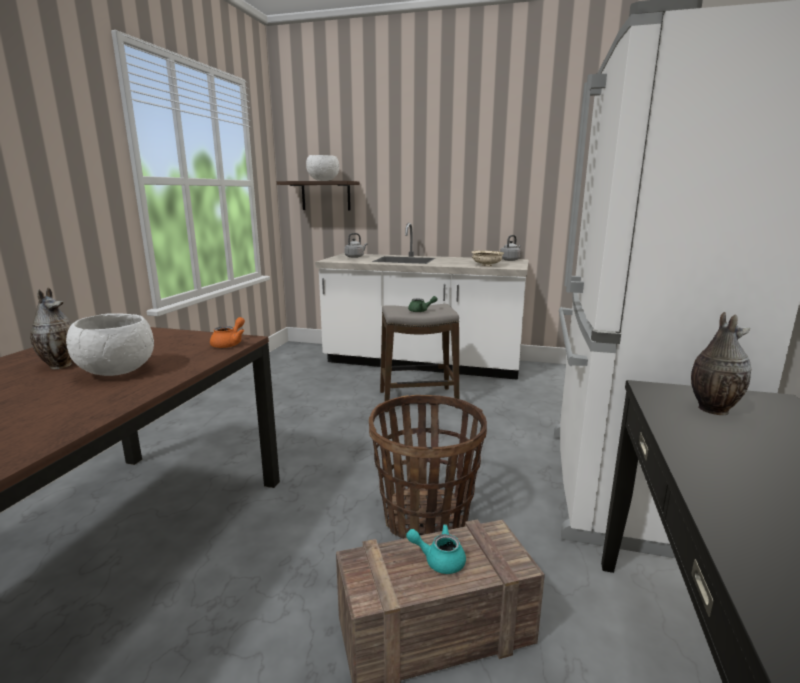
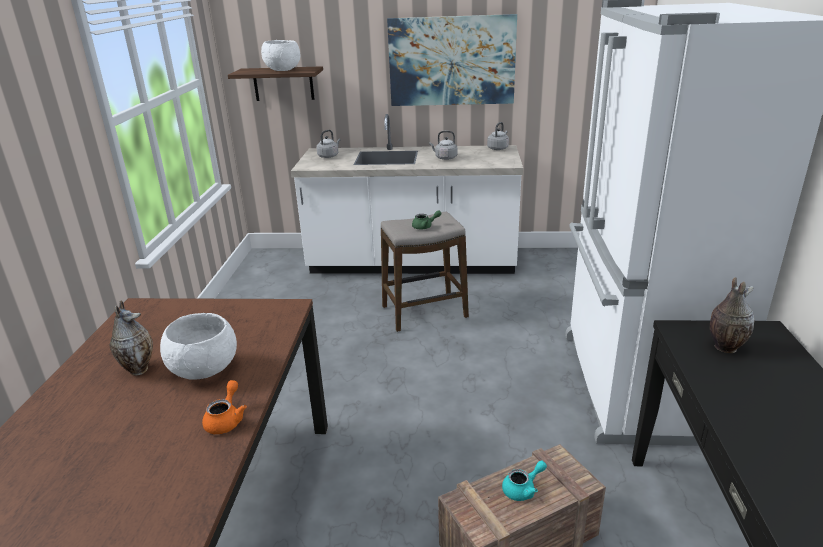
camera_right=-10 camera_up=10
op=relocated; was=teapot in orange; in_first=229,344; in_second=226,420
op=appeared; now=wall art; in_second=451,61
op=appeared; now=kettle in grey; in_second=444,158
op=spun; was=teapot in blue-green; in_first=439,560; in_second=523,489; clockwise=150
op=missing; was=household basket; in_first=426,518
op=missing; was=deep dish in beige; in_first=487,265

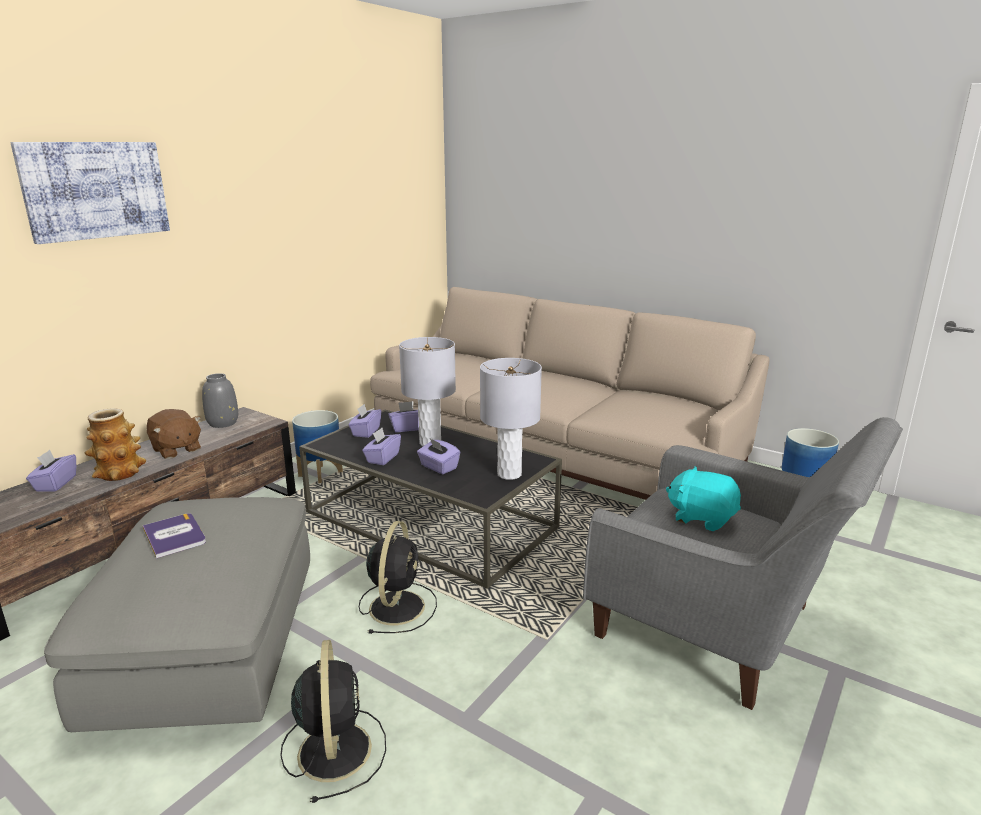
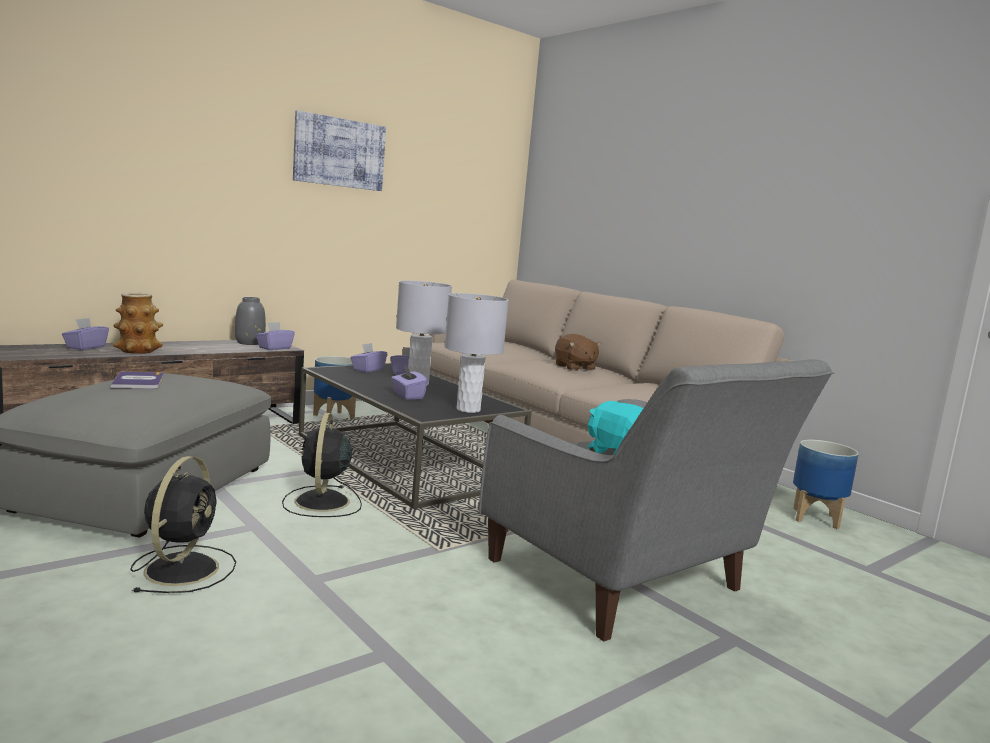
camera_right=15 camera_up=-10
op=relocated; was=tissue holder in purple; in_first=382,458; in_second=274,348
op=spun; was=cooling fan in black; in_first=397,606; in_second=321,502; clockwise=150
op=relocated; was=wall art; in_first=96,190; in_second=339,152
op=relocated; was=soft toy in brown-coloured; in_first=176,450; in_second=574,367

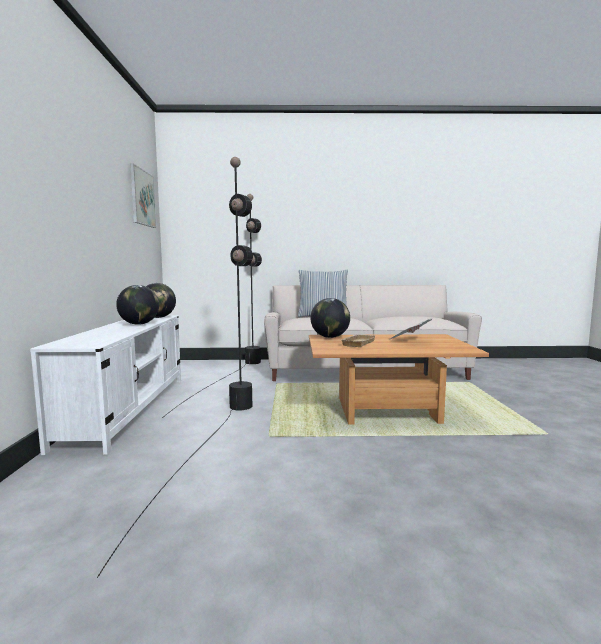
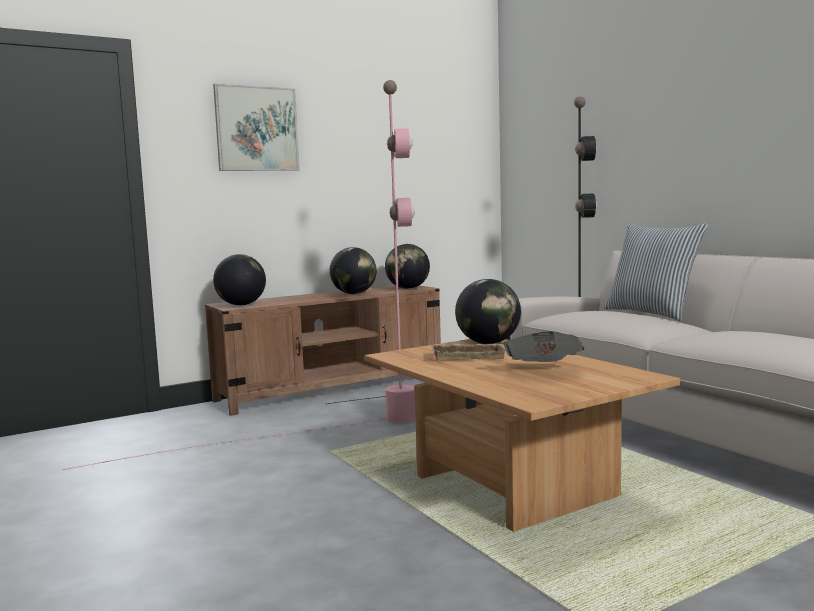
camera_right=60 camera_up=0
op=colour; was=standard lamp in black; now=standard lamp in pink; in_first=217,432; in_second=317,430
op=colour; was=tv unit in white-coloured; now=tv unit in brown-coloured; in_first=128,408; in_second=333,388
op=relocated; was=wall art; in_first=142,198; in_second=257,129
op=appeared; now=world globe; in_second=241,305

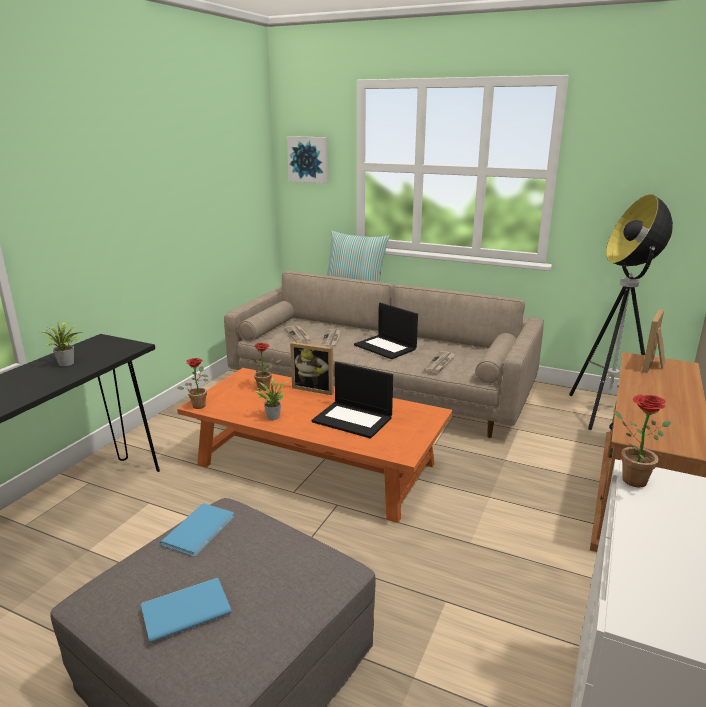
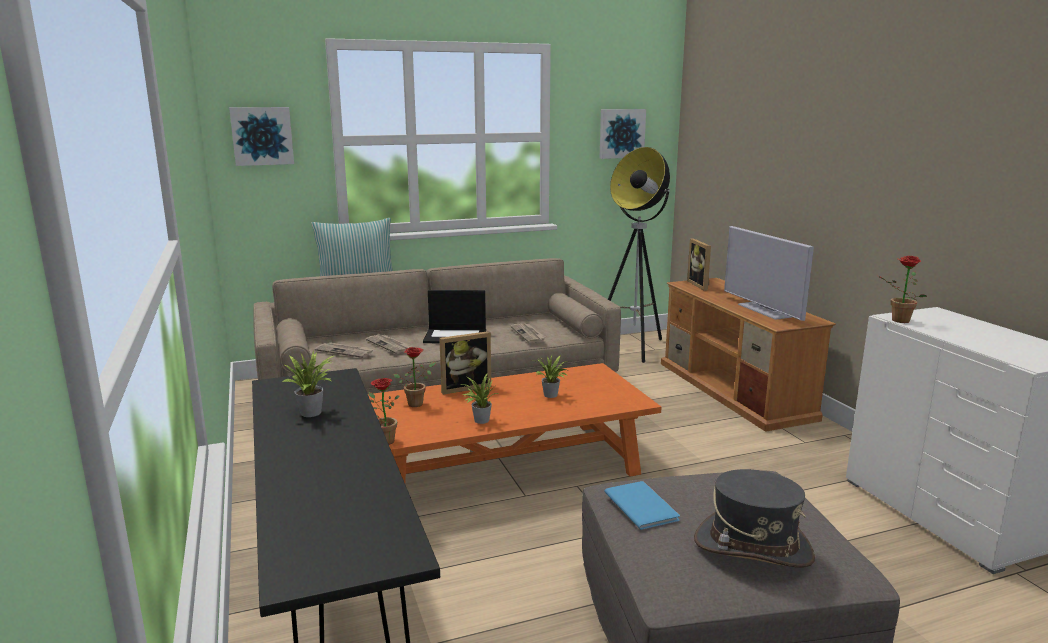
camera_right=-45 camera_up=-5
op=exchanged; was=portable computer; now=plant in a pot; in_first=353,419; in_second=551,396
op=appeared; now=wall art; in_second=621,133
op=exchanged; was=bound book in blue; now=hat in grey; in_first=183,610; in_second=752,547
op=appeared; now=television; in_second=764,310

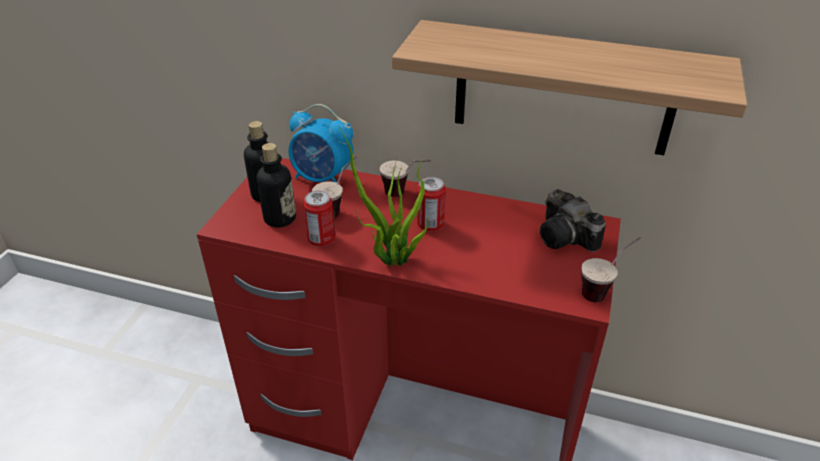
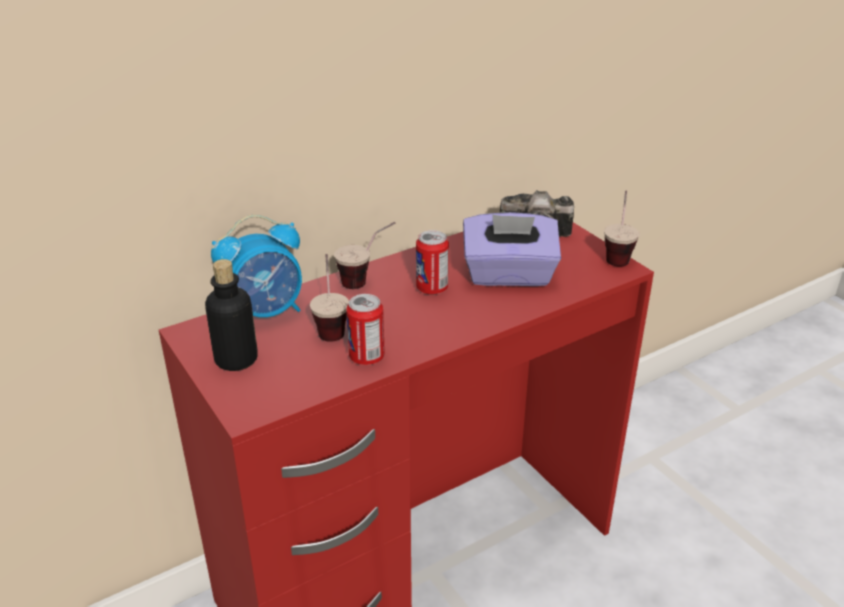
camera_right=-50 camera_up=-5
op=appeared; now=tissue holder in purple; in_second=509,275
op=missing; was=beverage bottle; in_first=280,218
op=missing; was=plant in a pot; in_first=391,260
op=missing; was=shelf; in_first=563,89

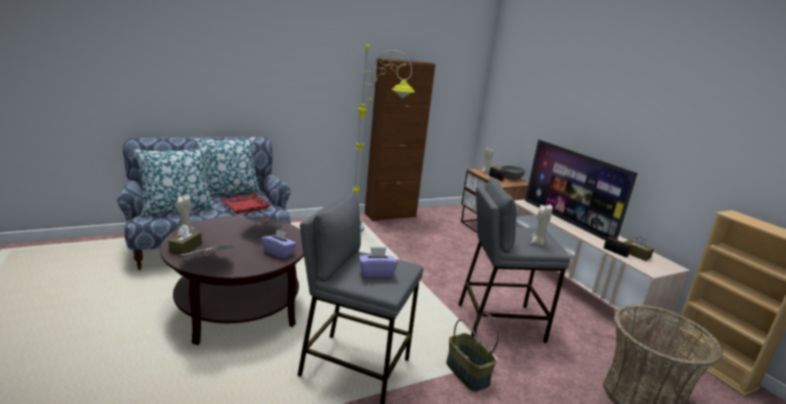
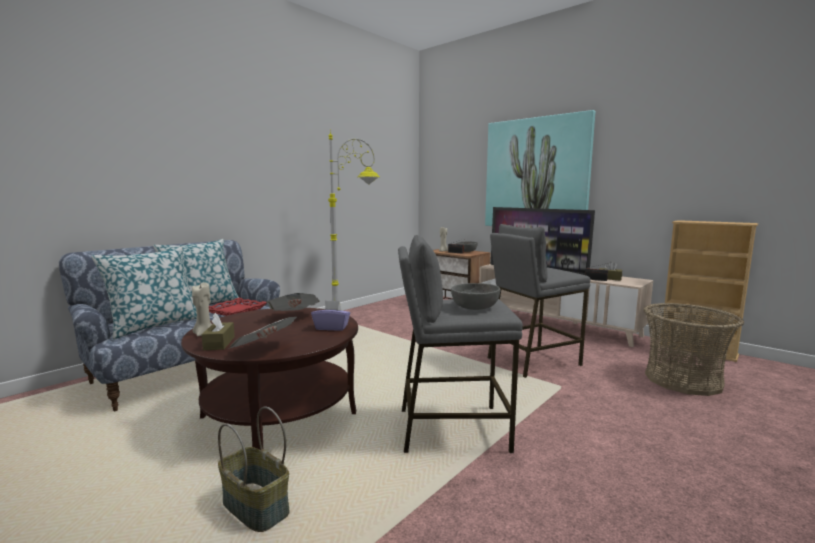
camera_right=-20 camera_up=-10
op=relocated; was=household basket; in_first=466,373; in_second=254,507
op=exchanged; was=tissue holder in purple; now=deep dish in grey; in_first=376,274; in_second=474,306
op=appeared; now=wall art; in_second=536,174
op=missing; was=storage cabinet in brown-coloured; in_first=390,215
op=missing; was=wax light in beige; in_first=537,243

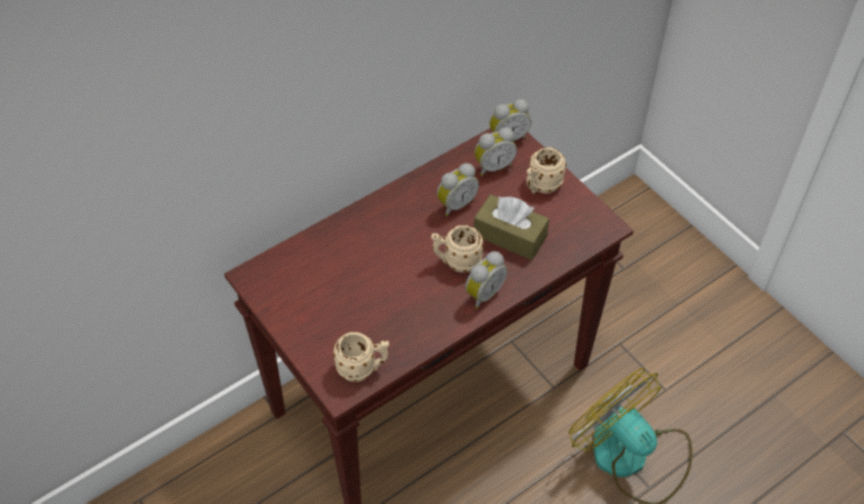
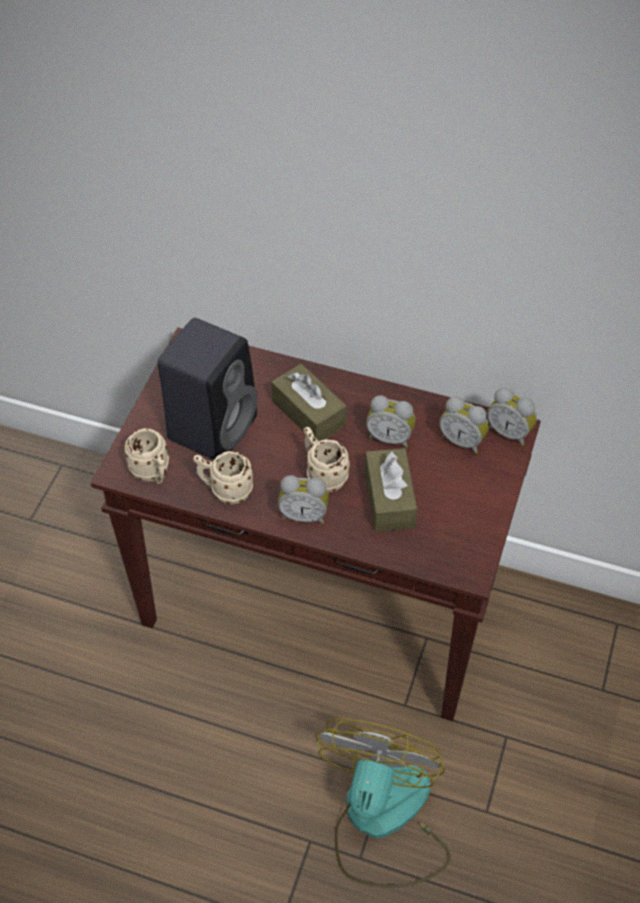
camera_right=55 camera_up=0
op=appeared; now=speaker in black; in_second=213,426
op=relocated; was=coffee mug in beige; in_first=541,187; in_second=225,491
op=appeared; now=tissue holder in brown-coloured; in_second=308,413

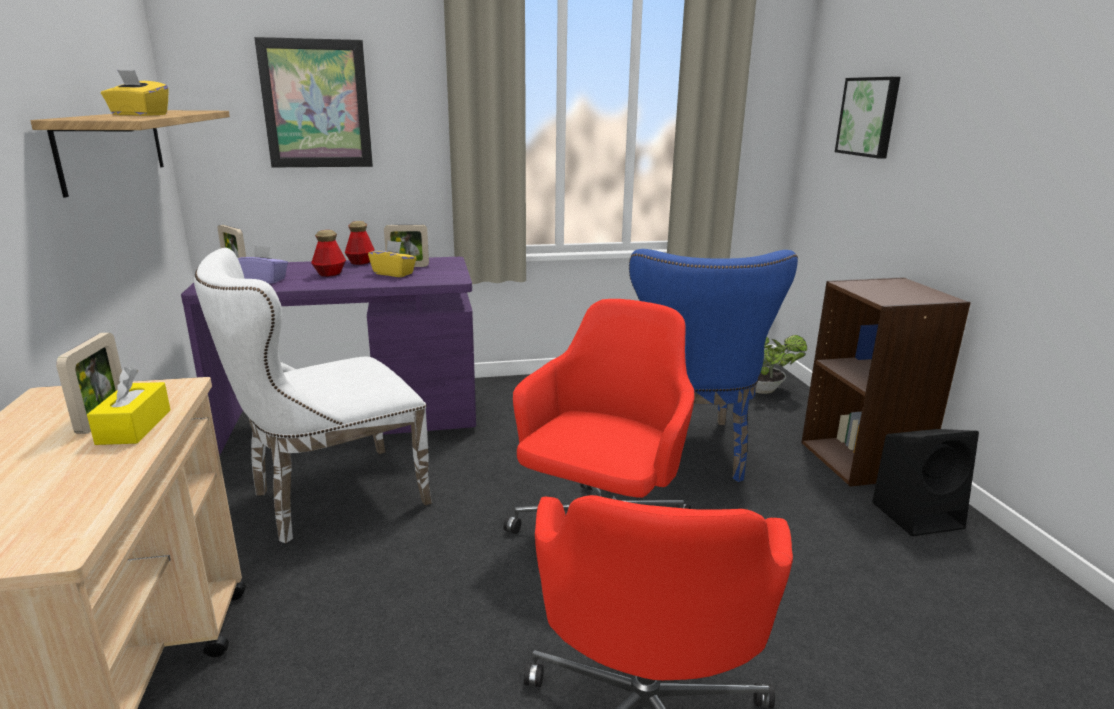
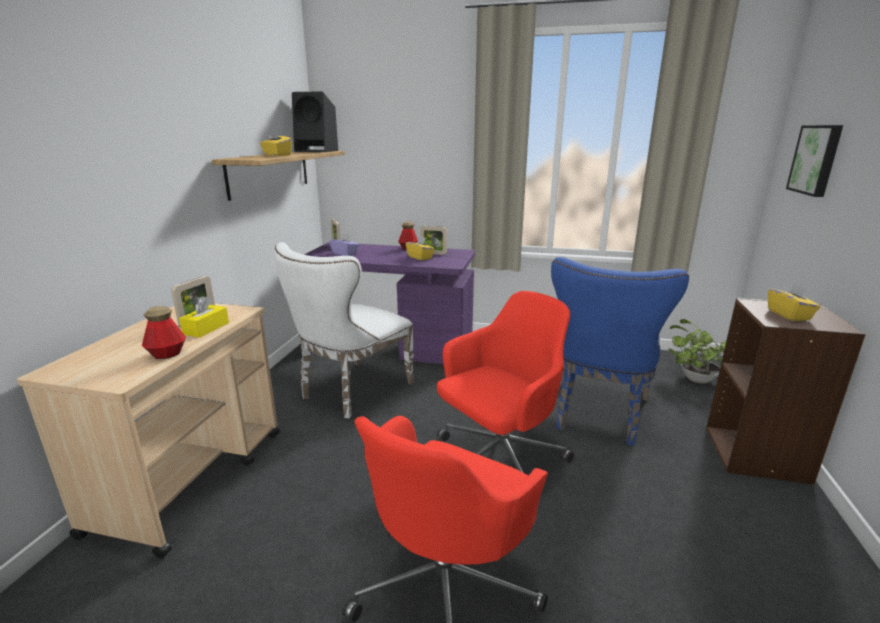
camera_right=25 camera_up=0
op=relocated; was=beverage bottle; in_first=330,274; in_second=167,354
op=spun; was=chair in white-coloured; in_first=328,498; in_second=351,392; clockwise=-45
op=relocated; was=speaker in black; in_first=918,514; in_second=318,151
op=appeared; now=tissue holder in yellowish; in_second=789,315
op=missing; was=wall art; in_first=316,104

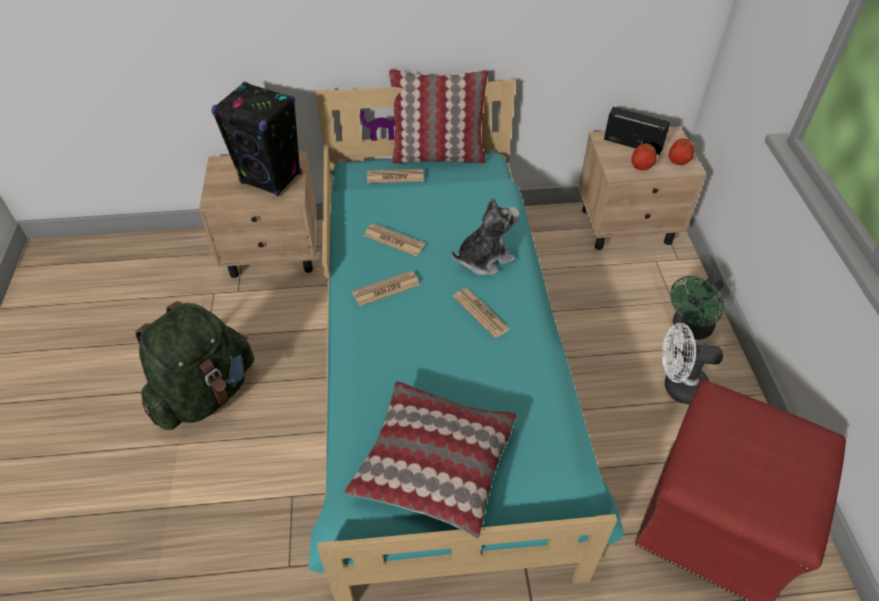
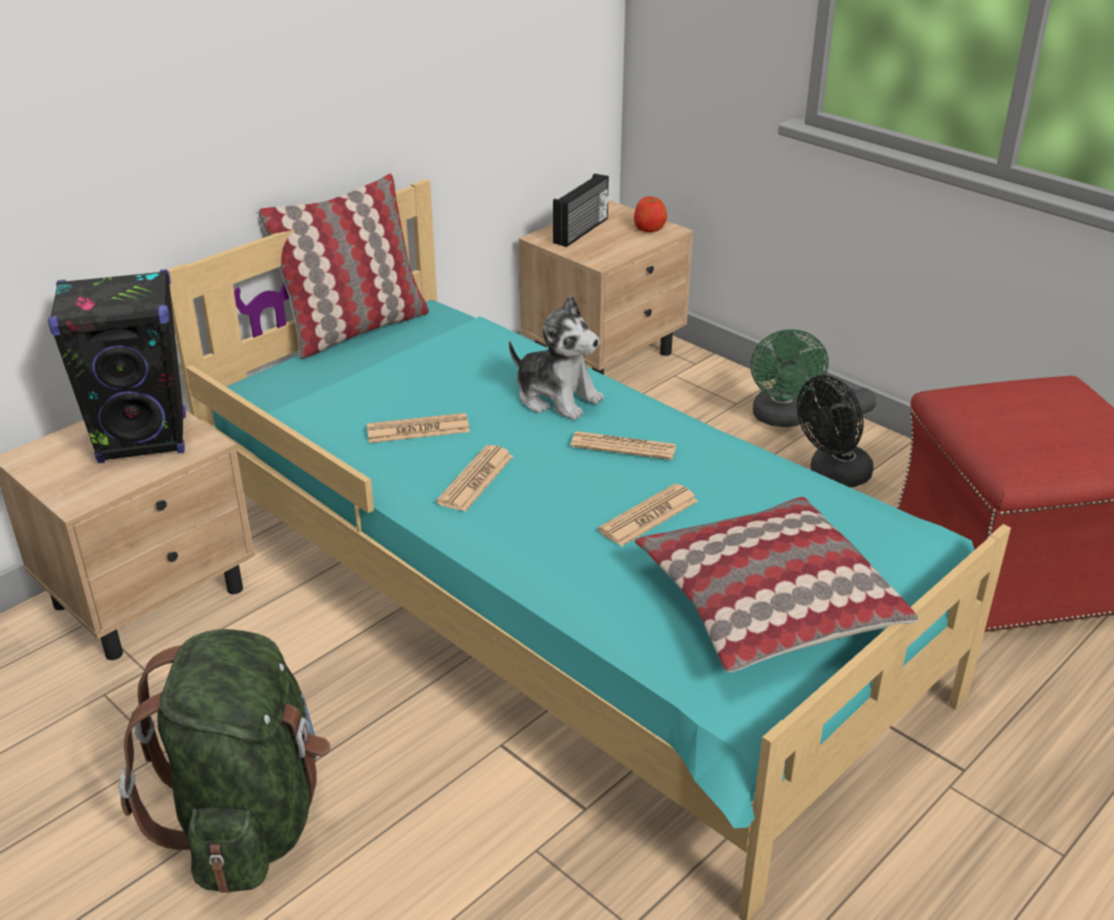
camera_right=-40 camera_up=-15
op=spun; was=soft toy; in_first=484,259; in_second=557,398; clockwise=105
op=spun; was=radio set; in_first=633,143; in_second=582,231; clockwise=135
op=relocated; was=printed paper; in_first=395,177; in_second=648,516
op=colour; was=cooling fan in white-coloured; now=cooling fan in black; in_first=677,387; in_second=833,475
op=missing; was=apple fruit; in_first=641,165

